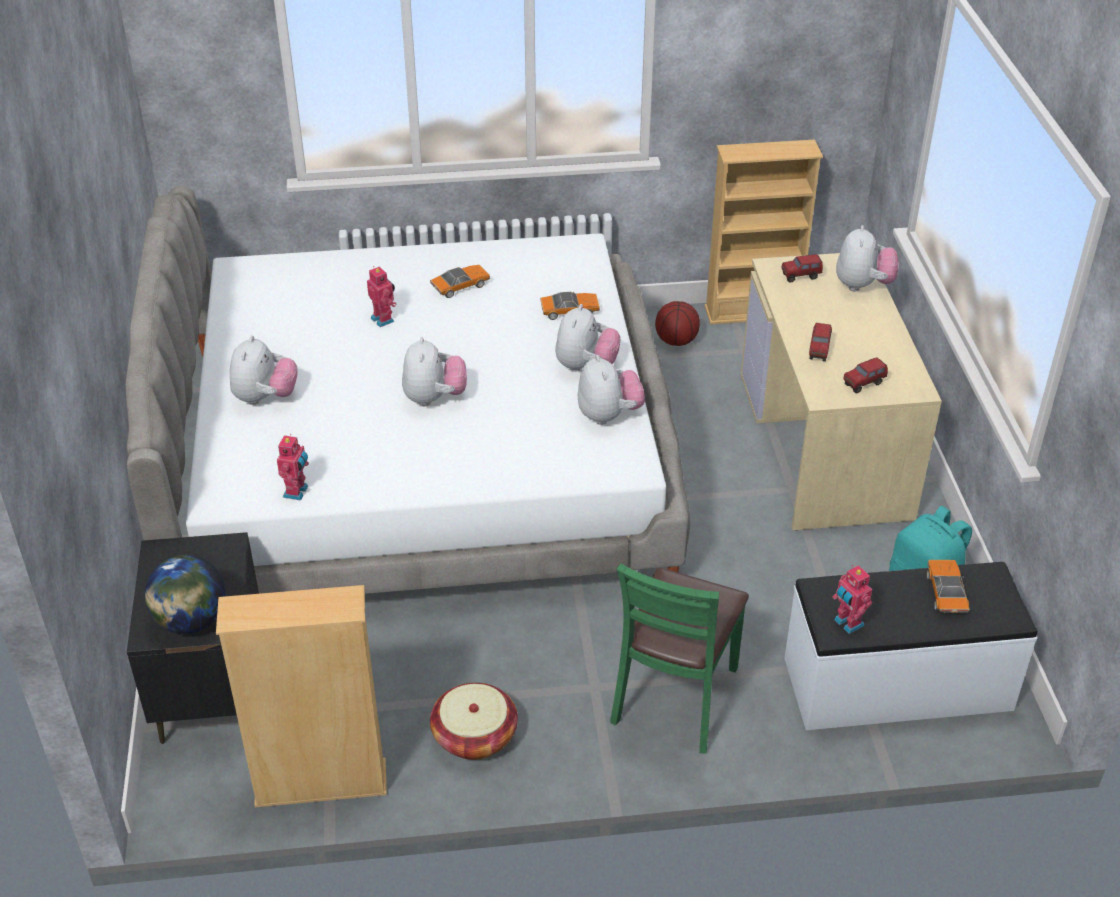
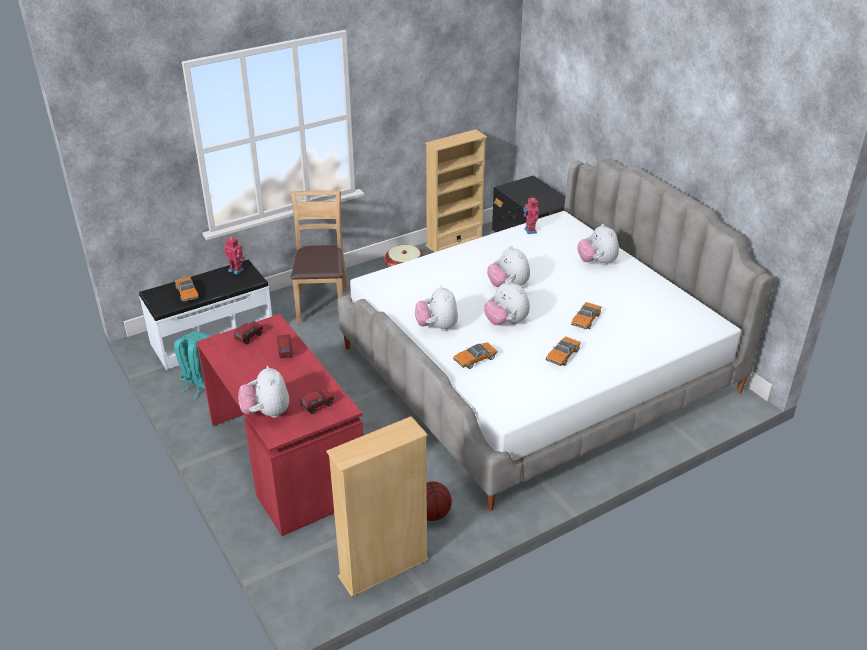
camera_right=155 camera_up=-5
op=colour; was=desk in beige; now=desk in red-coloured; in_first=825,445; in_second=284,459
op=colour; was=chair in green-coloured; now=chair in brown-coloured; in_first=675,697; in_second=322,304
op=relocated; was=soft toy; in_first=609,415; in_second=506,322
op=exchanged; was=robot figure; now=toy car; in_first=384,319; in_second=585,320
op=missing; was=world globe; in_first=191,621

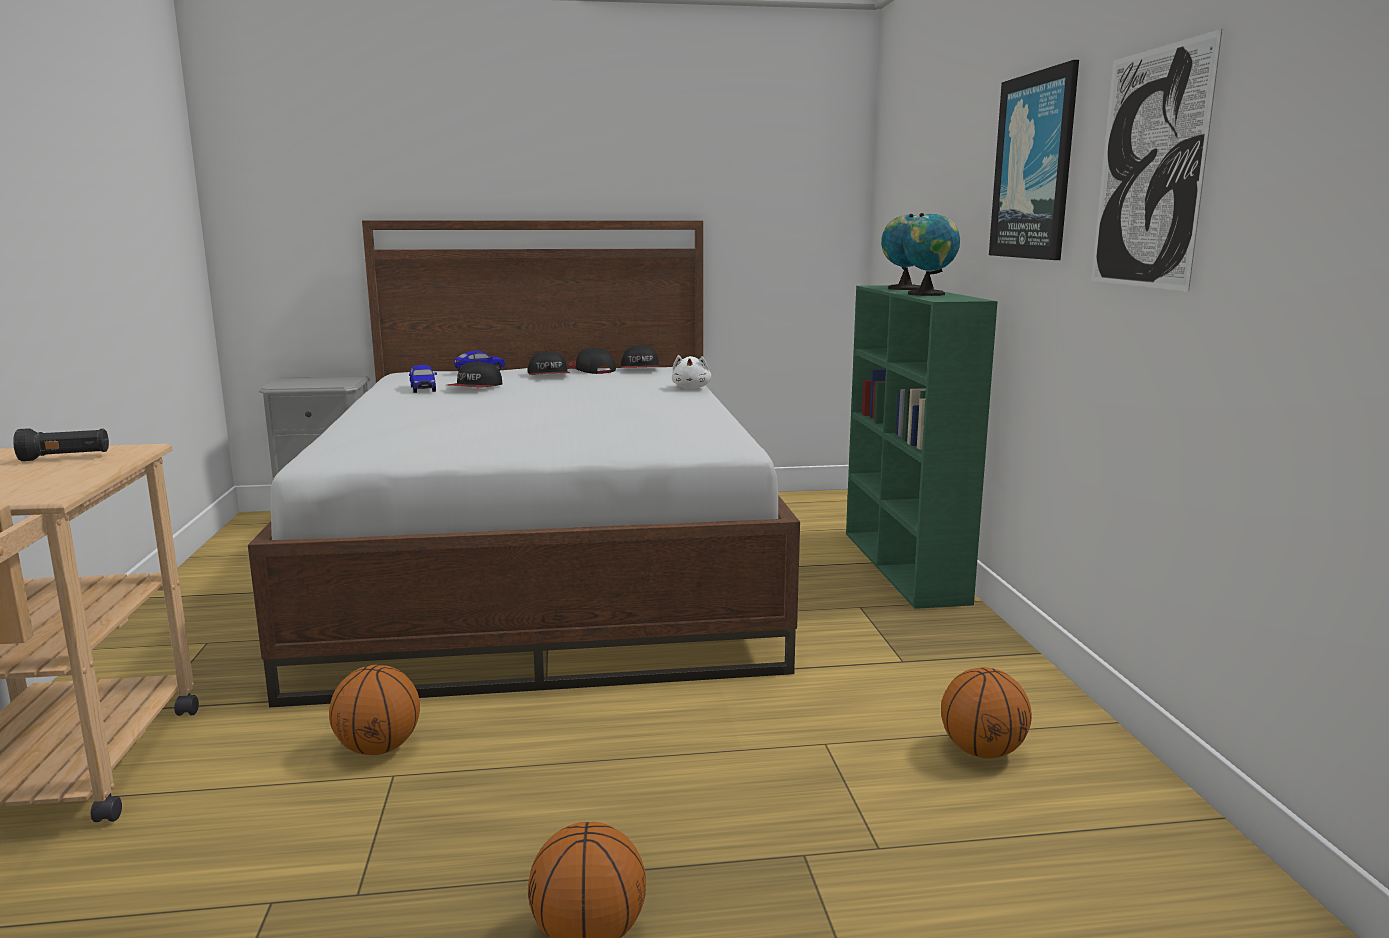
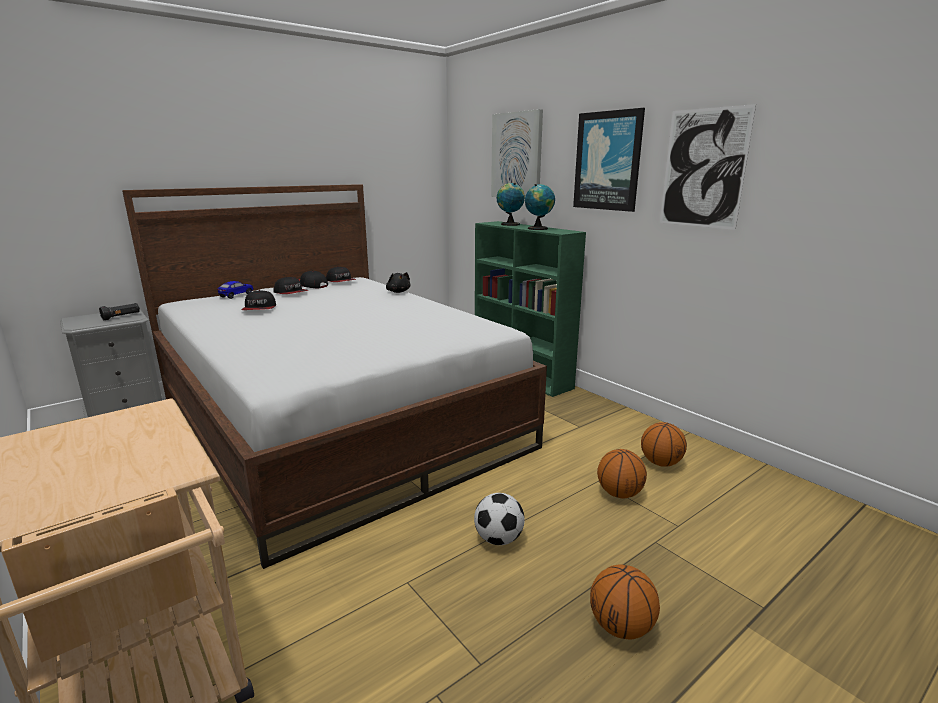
camera_right=-30 camera_up=5
op=relocated; was=torch in black; in_first=66,458; in_second=121,317
op=colour; was=soft toy in white-coloured; now=soft toy in black; in_first=691,388; in_second=398,292
op=appeared; now=football; in_second=498,539
op=appeared; now=wall art; in_second=517,156
op=relocated; was=basketball; in_first=379,748; in_second=619,493
op=missing; was=toy car; in_first=423,389

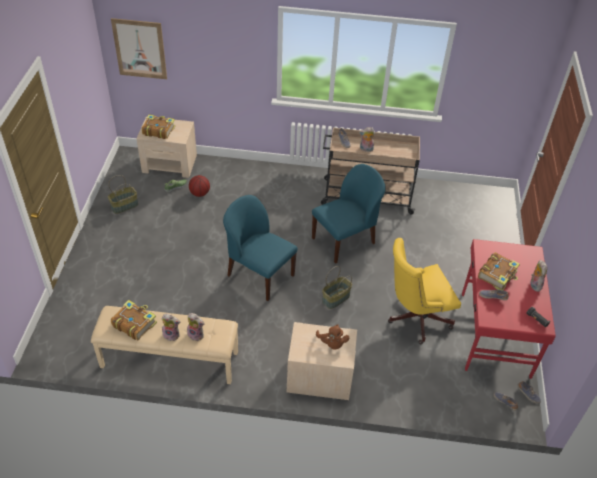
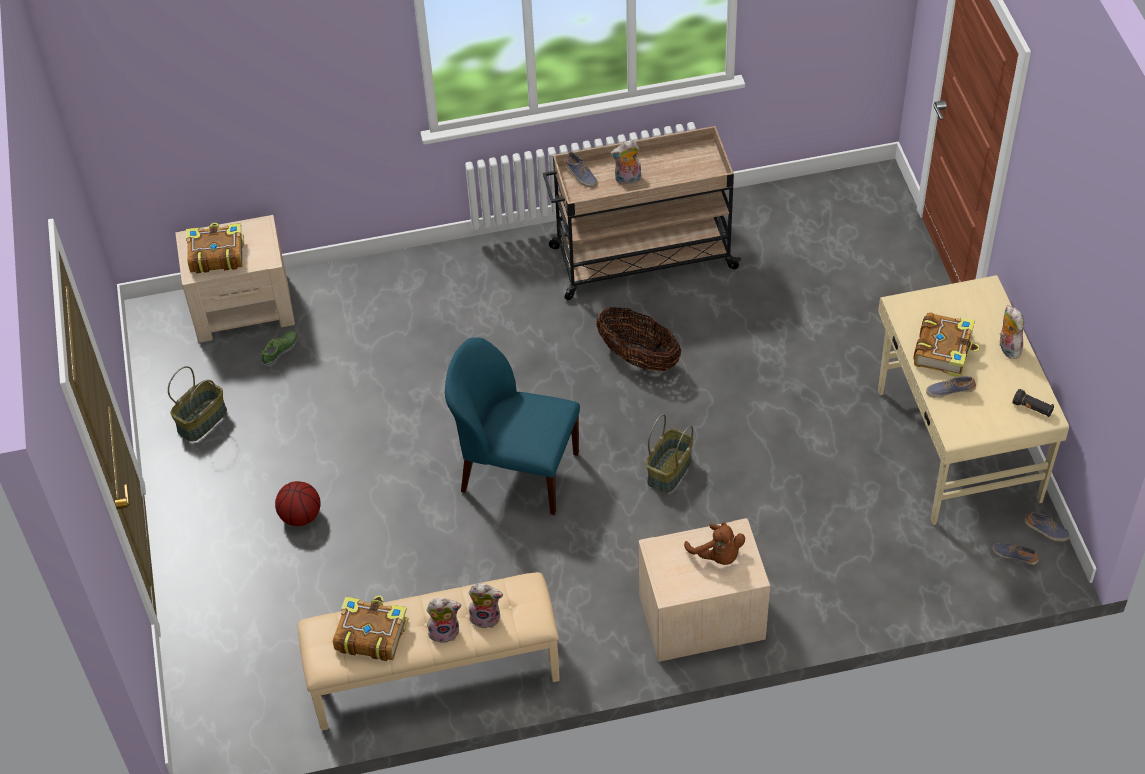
camera_right=-15 camera_up=5
op=relocated; was=basketball; in_first=200,193; in_second=300,516
op=exchanged; was=chair in blue; now=household basket; in_first=344,240; in_second=638,358
op=colour; was=desk in red-coloured; now=desk in beige; in_first=493,334; in_second=956,446
op=missing; was=wall art; in_first=140,49
op=missing; was=desk chair in yellowish; in_first=415,318

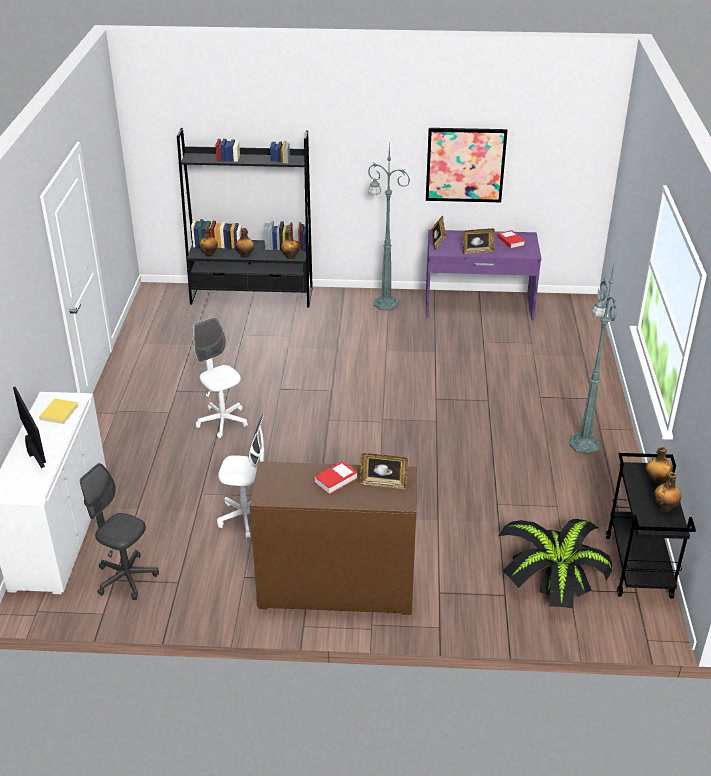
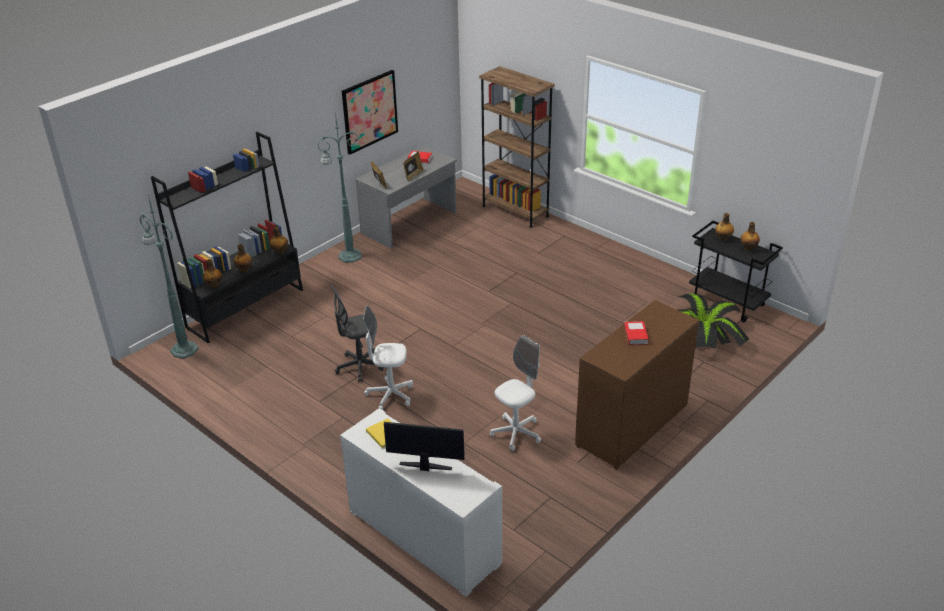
camera_right=-50 camera_up=0
op=relocated; was=standard lamp in green-coloured; in_first=584,443; in_second=183,349
op=relocated; was=desk chair in grey; in_first=126,578; in_second=359,367
op=colour; was=desk in purple; now=desk in grey; in_first=478,306; in_second=410,223
op=appeared; now=bookcase in brown-coloured; in_second=515,211
op=missing; was=picture frame; in_first=383,484

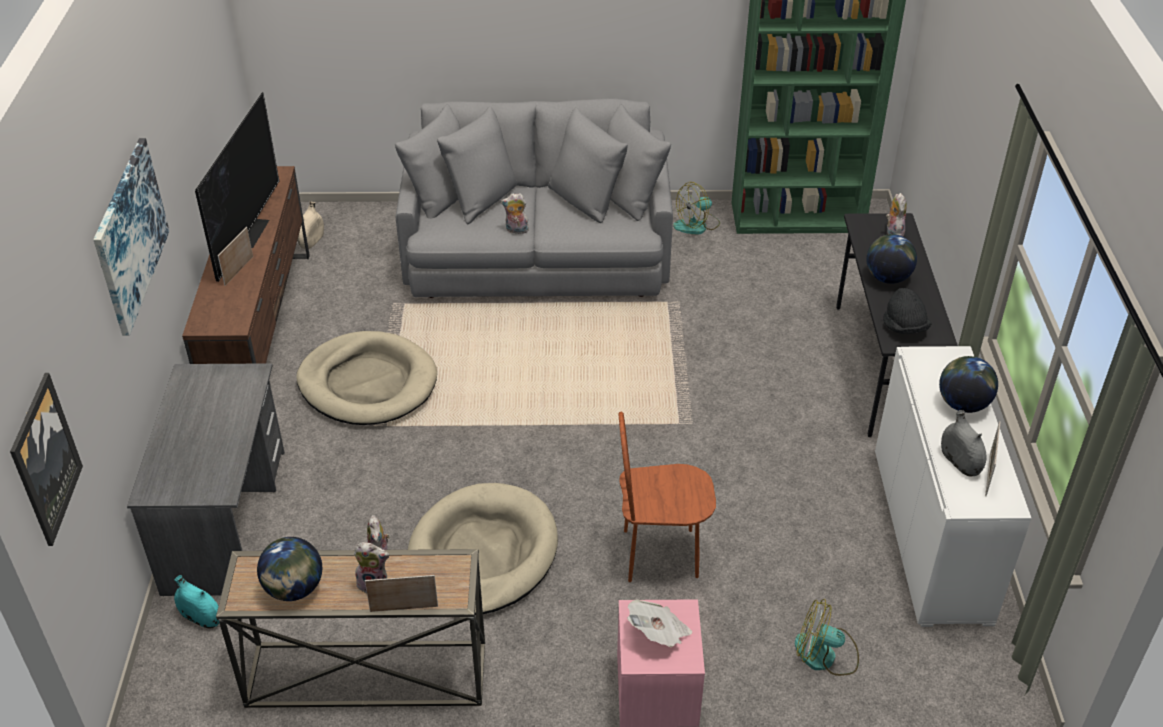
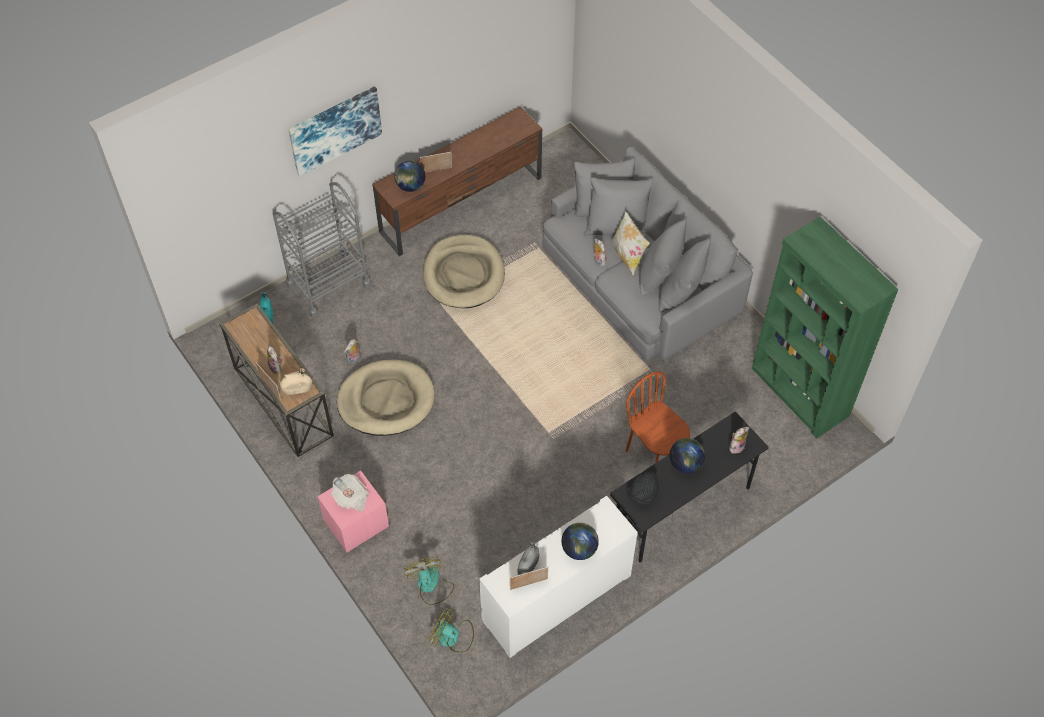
camera_right=55 camera_up=15
op=exchanged; was=desk in grey; now=wheeled cart in grey; in_first=226,520; in_second=328,284
op=relocated; was=decorative vase in beige; in_first=311,241; in_second=297,389
op=relocated; was=world globe; in_first=294,589; in_second=410,186
op=relocated; was=cooling fan; in_first=697,225; in_second=452,637
op=appeared; now=throw pillow; in_second=627,256
op=relocated; was=chair in brown-coloured; in_first=660,554; in_second=654,454
op=missing; was=wall art; in_first=44,459
op=missing; was=television; in_first=248,231

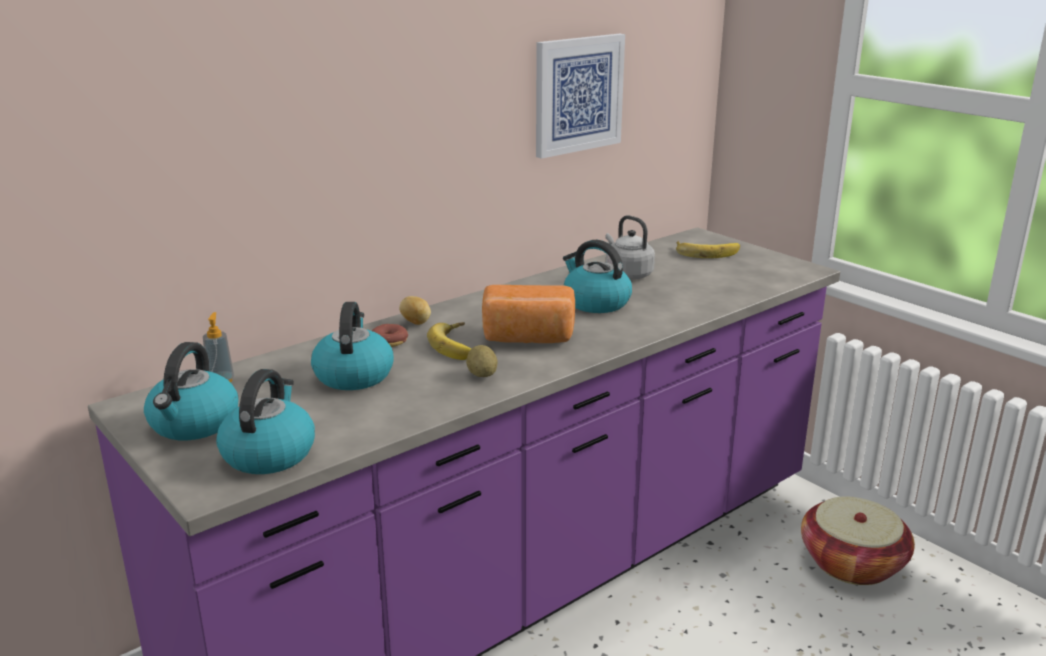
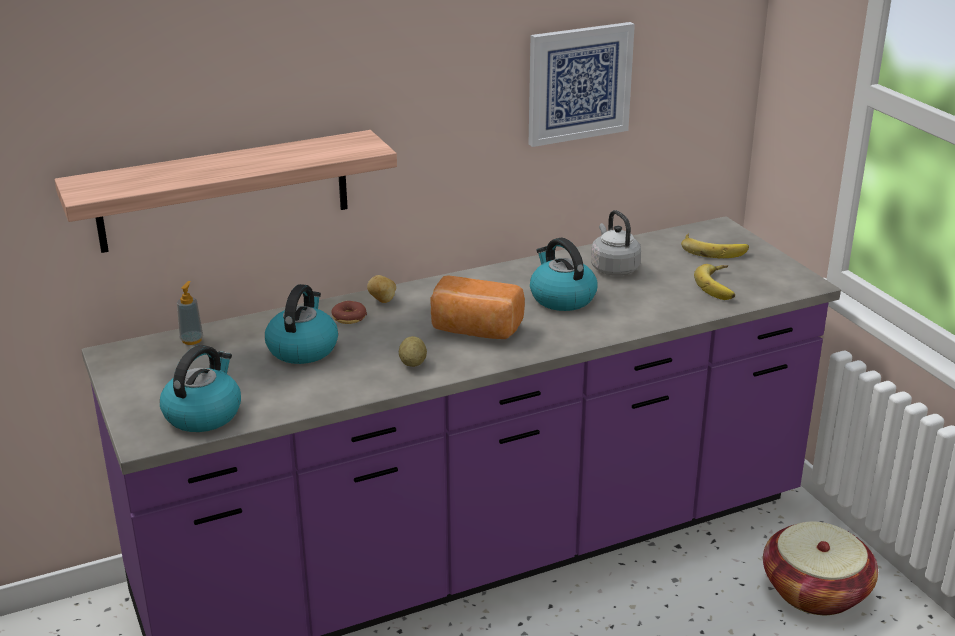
camera_right=15 camera_up=5
op=appeared; now=shelf; in_second=224,191
op=relocated; was=whole banana; in_first=458,345; in_second=721,286
op=missing; was=kettle; in_first=194,424

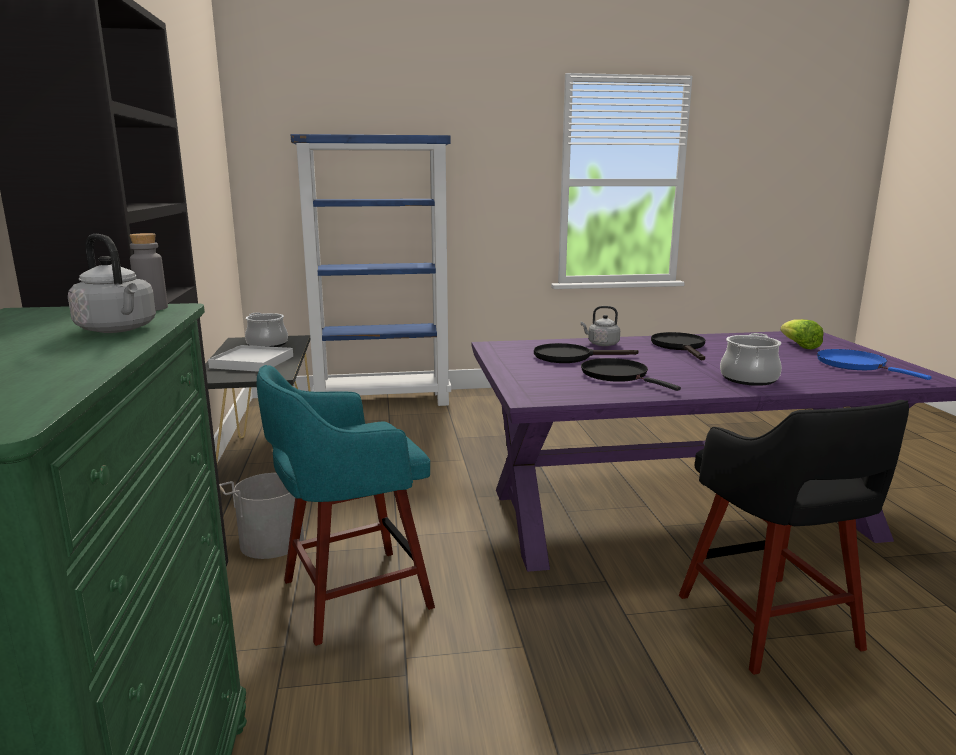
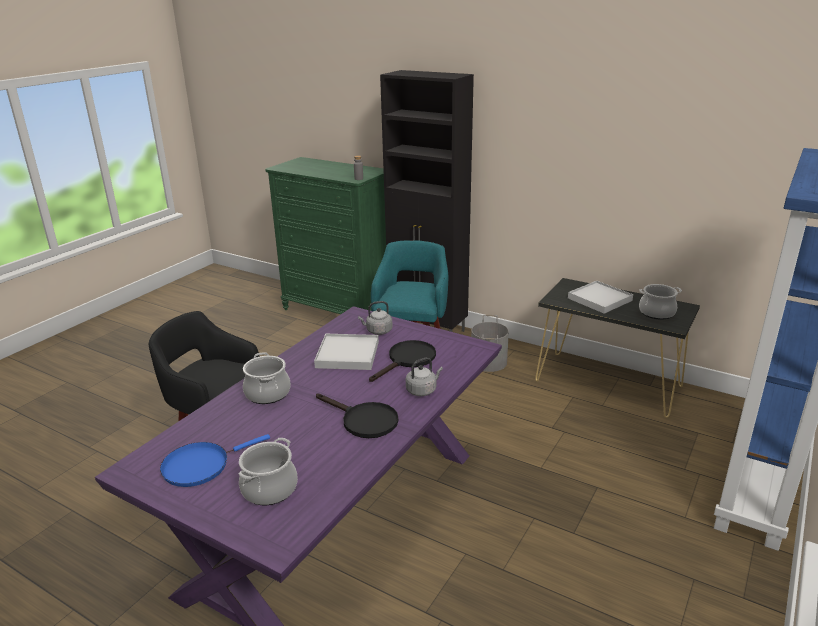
camera_right=130 camera_up=10
op=spun; was=pan in blue; in_first=855,365; in_second=200,466; clockwise=135
op=exchanged; was=lettuce; now=saucepot; in_first=799,346; in_second=269,489
op=exchanged; was=pan in black; now=carrying tray in white-coloured; in_first=618,375; in_second=347,355
op=relocated; was=kettle in grey; in_first=119,329; in_second=377,331

